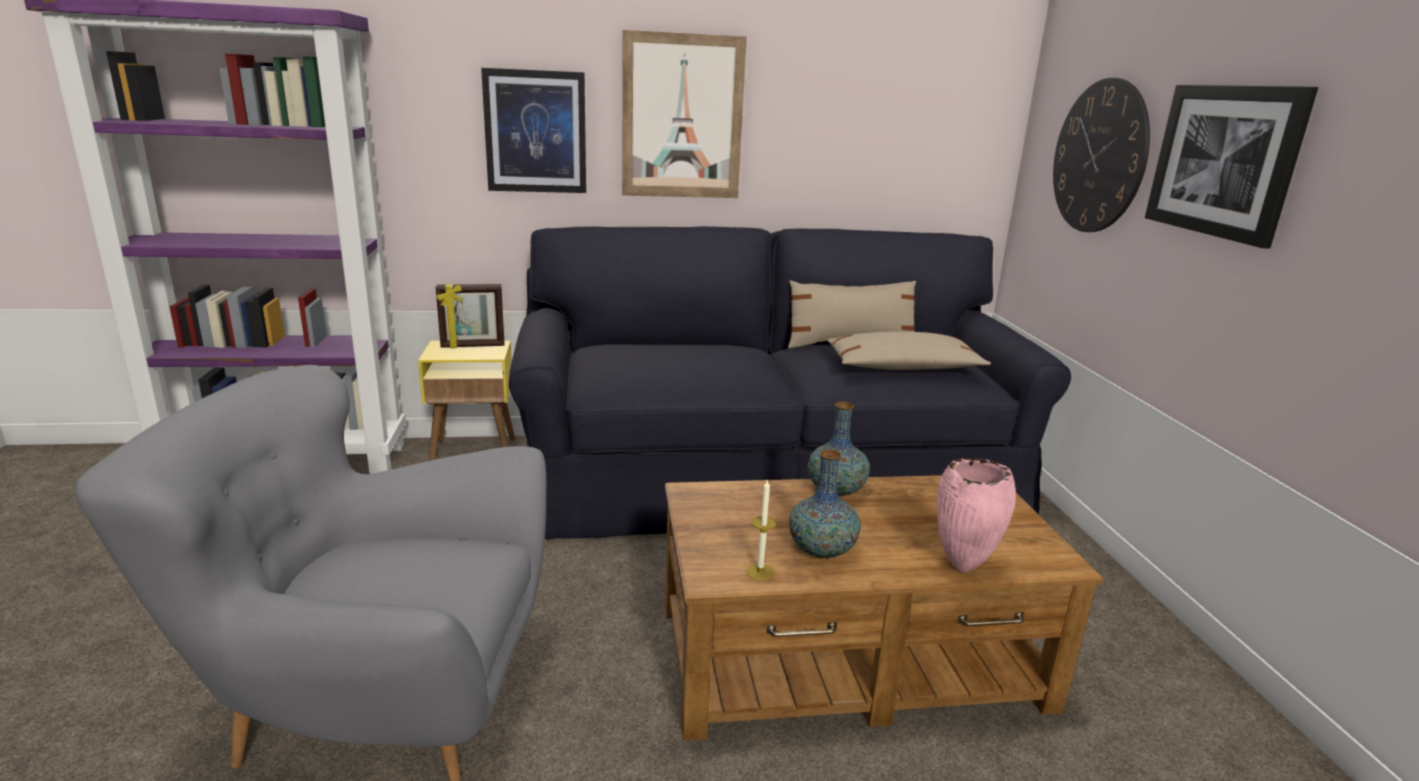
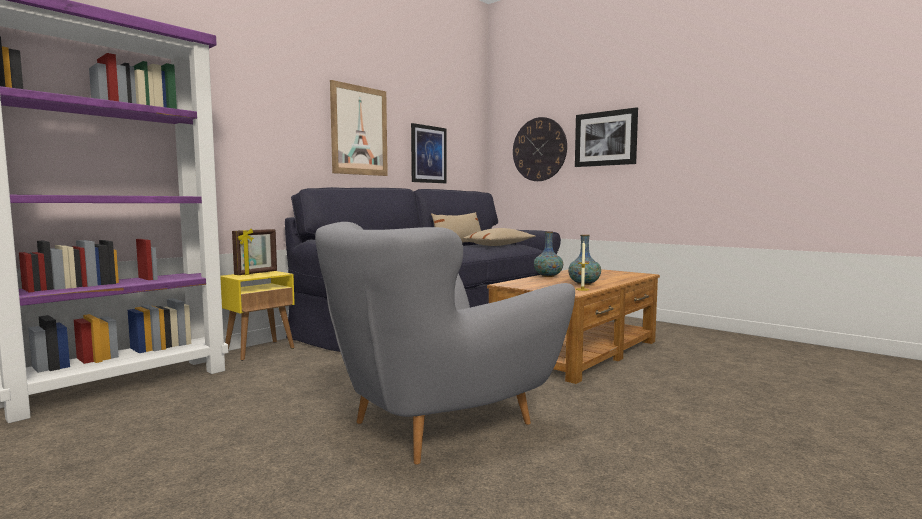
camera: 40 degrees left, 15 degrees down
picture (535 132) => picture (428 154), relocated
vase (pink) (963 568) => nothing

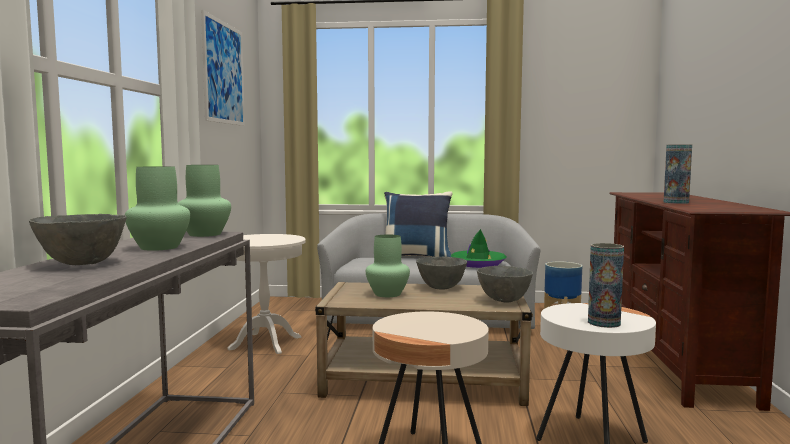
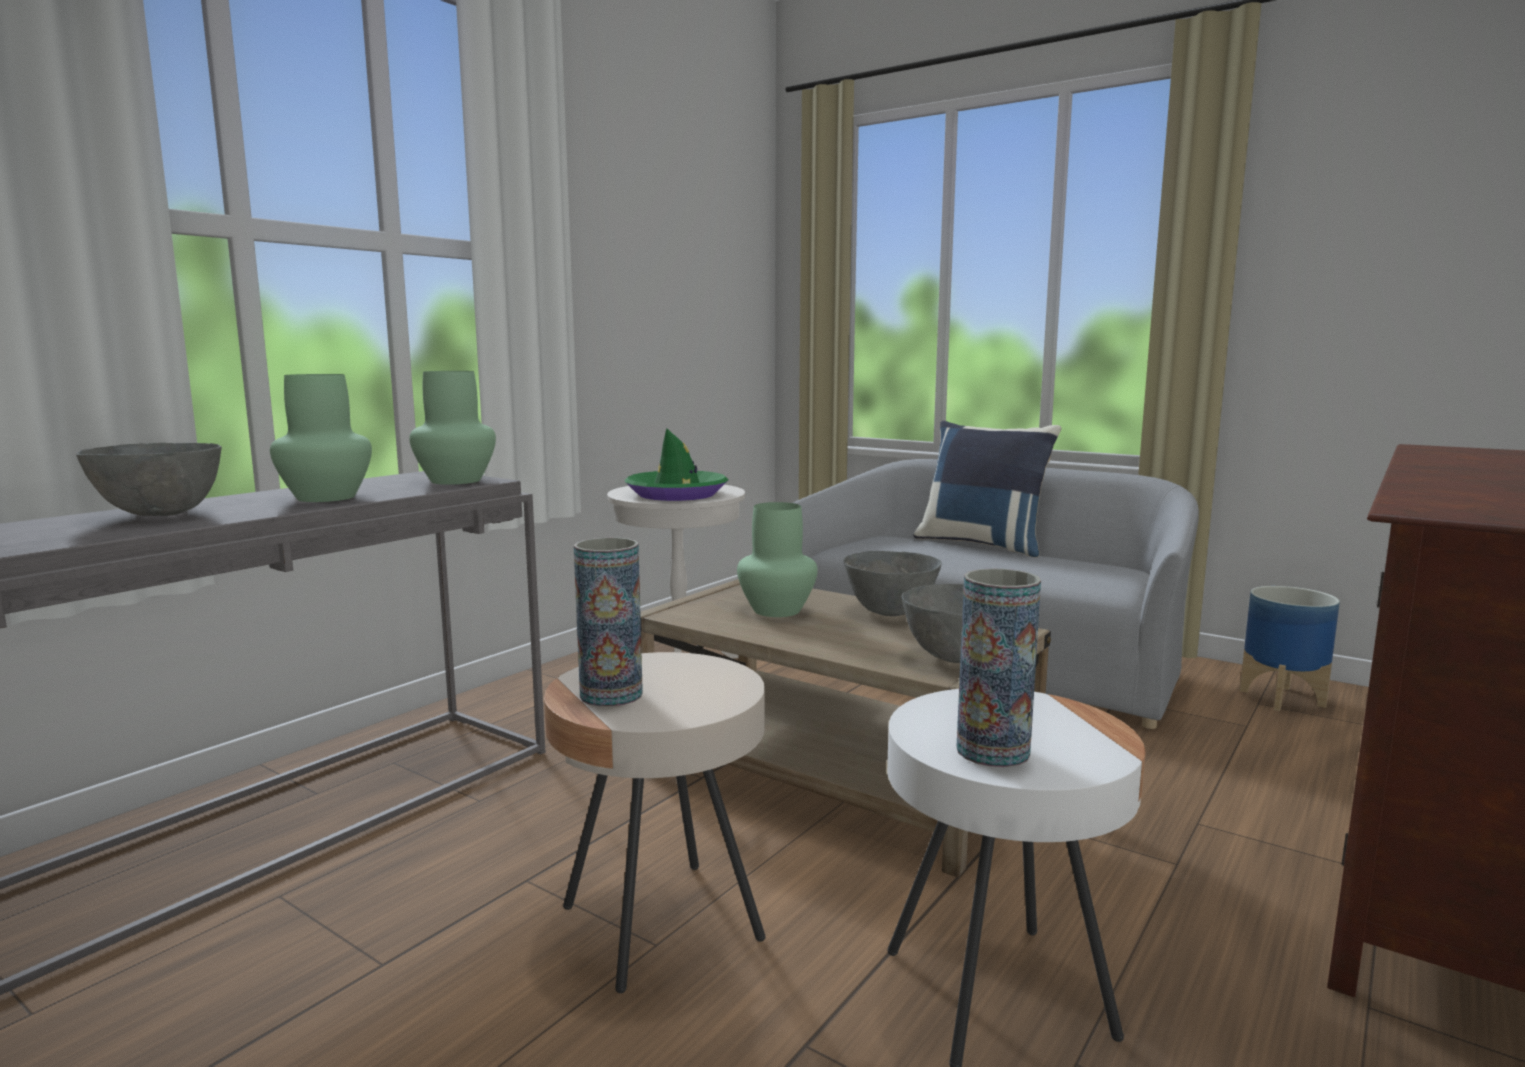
camera: 30 degrees right, 5 degrees up
vase (676 202) => vase (611 695), relocated
hat (green) (478 263) => hat (green) (676 494), relocated
picture (223 73) => nothing

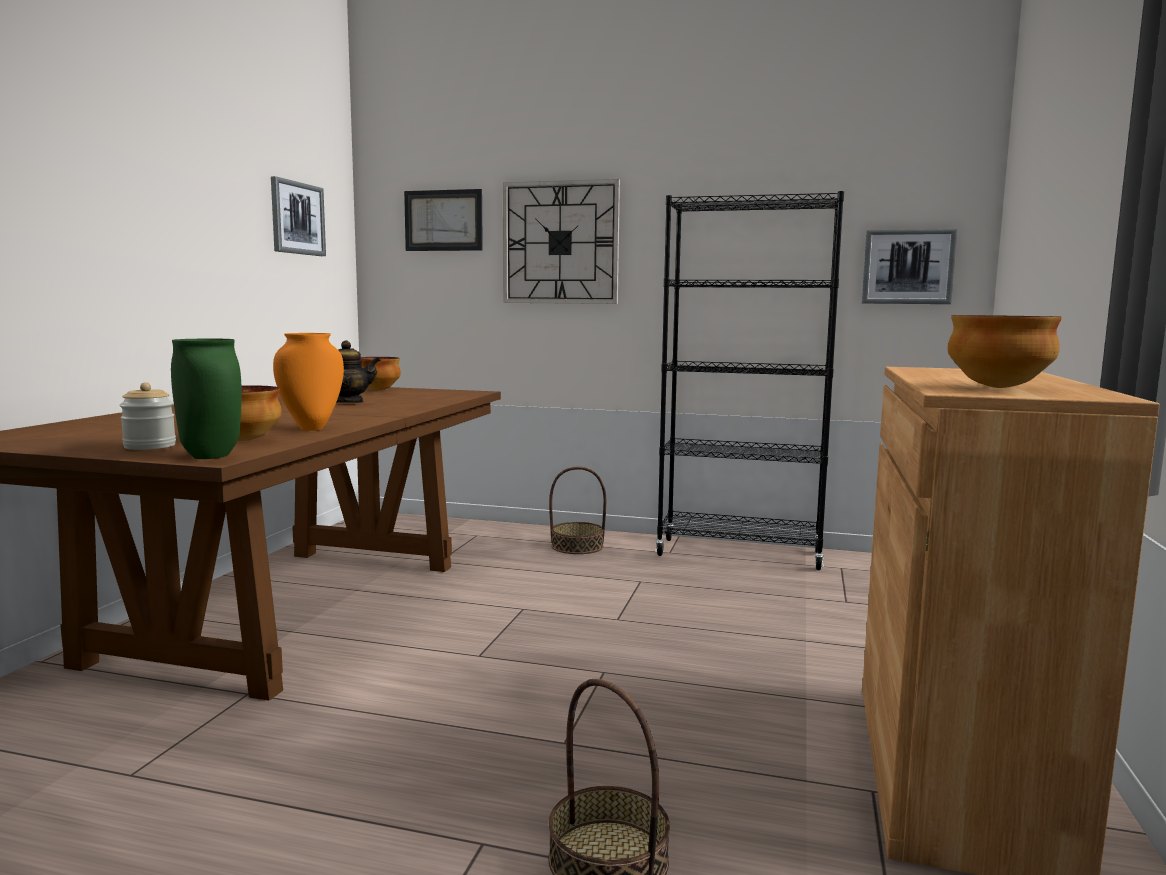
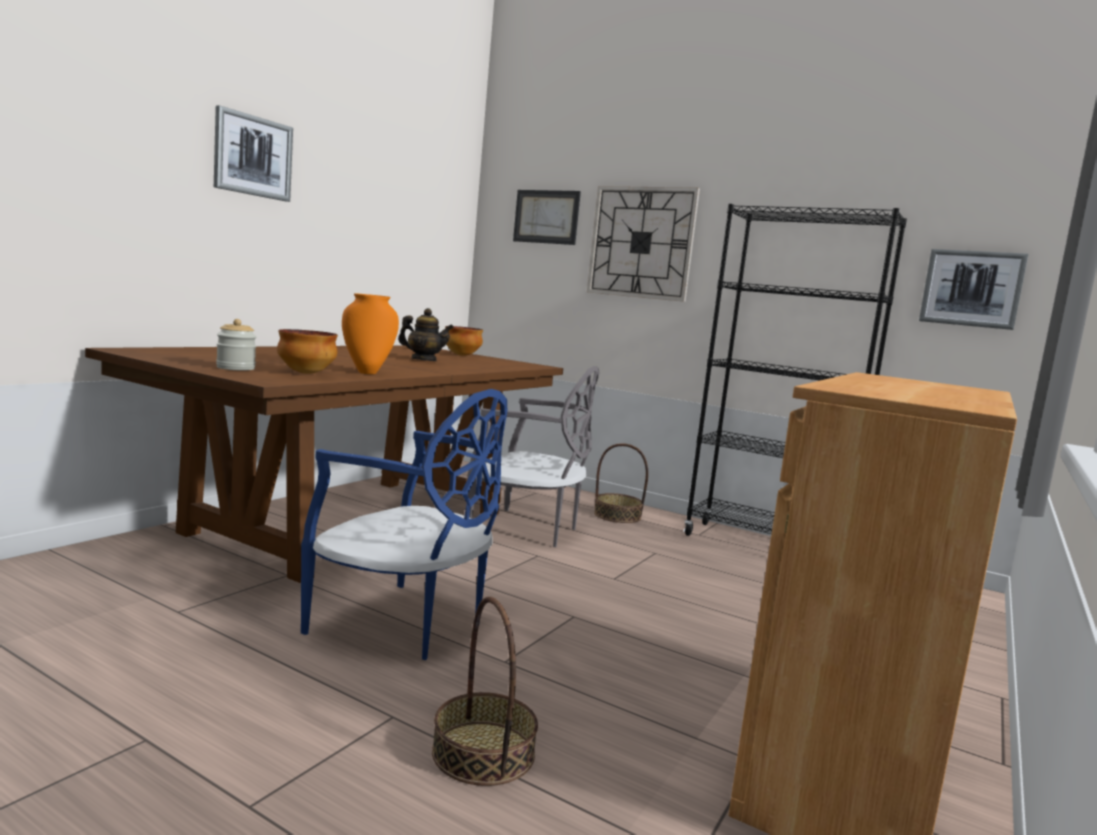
camera: 15 degrees right, 0 degrees up
picture (297 218) => picture (252 156), relocated
nothing => chair (blue) (404 624)
nothing => chair (grey) (527 530)
vase (green) (209 456) => nothing
bowl (996 387) => nothing

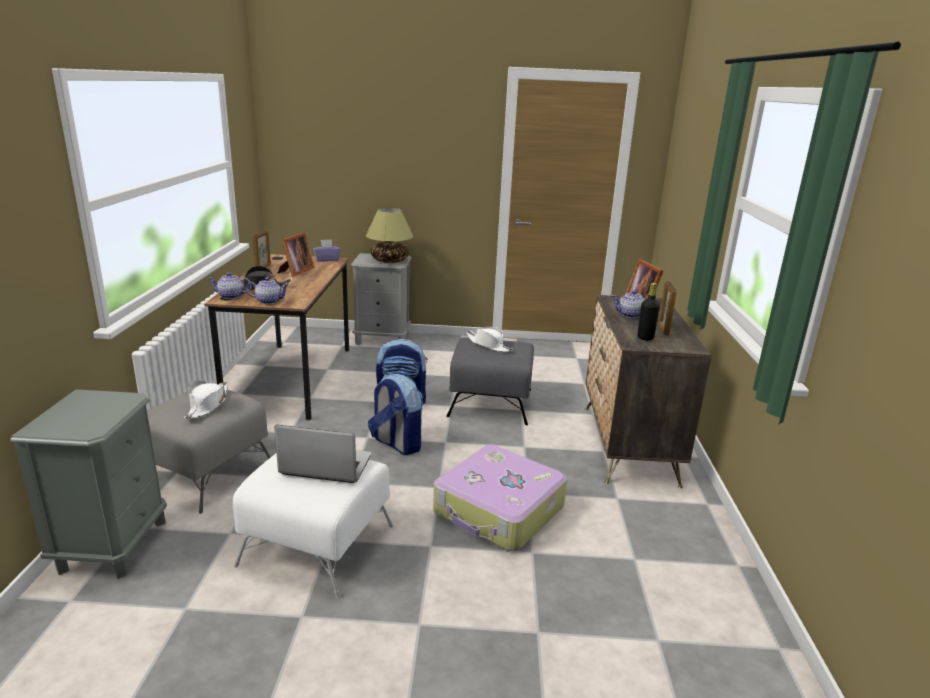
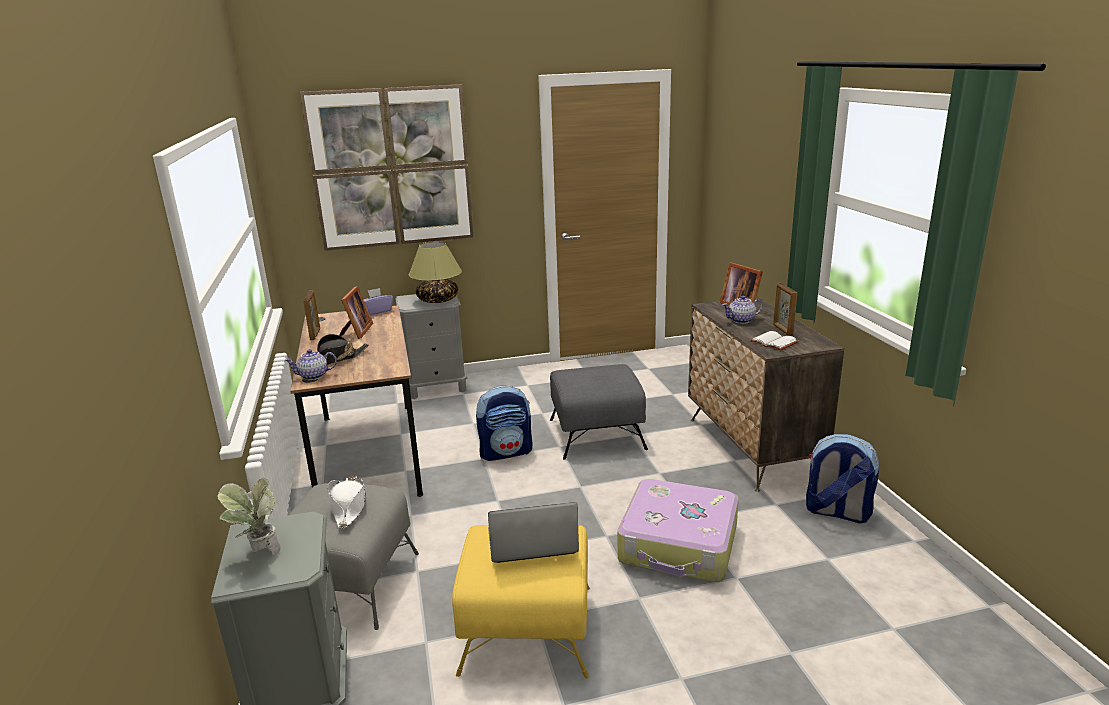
camera: 15 degrees left, 0 degrees up
nothing => potted plant (259 553)
nothing => picture (391 168)
ottoman (white) (317 544) => ottoman (yellow) (526 628)
bottle (black) (645 338) => book (white) (775 342)
backpack (396 444) => backpack (836 512), relocated
teapot (268 301) => nothing
hat (white) (489 345) => nothing

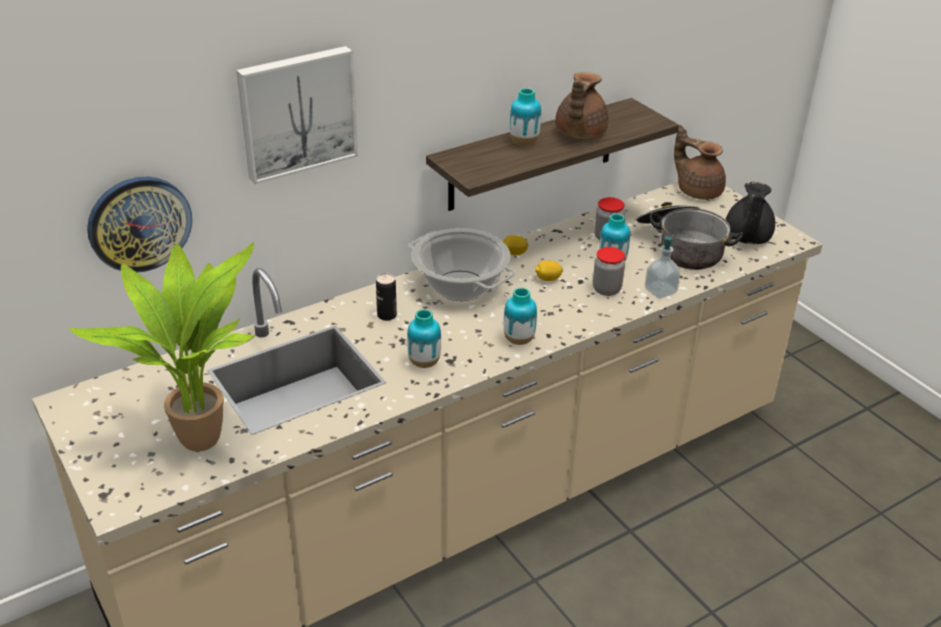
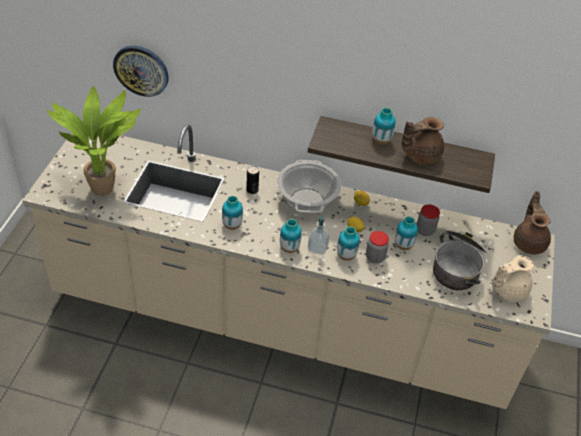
camera: 45 degrees right, 10 degrees up
soap dispenser (660 291) => soap dispenser (317 248), relocated
nothing => vase (346 256)
teapot (black) (746 238) => teapot (beige) (507 290)
picture (297 112) => nothing

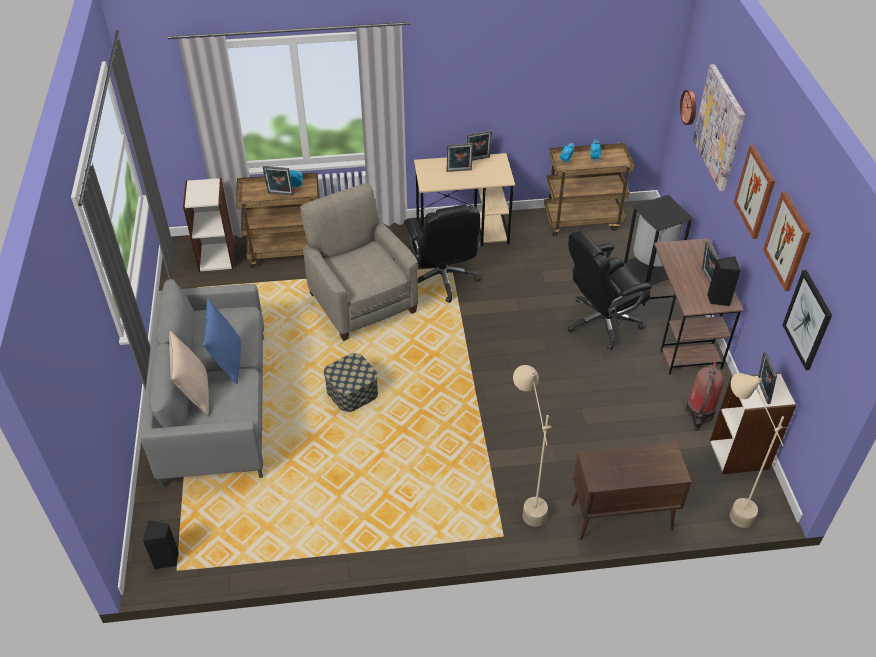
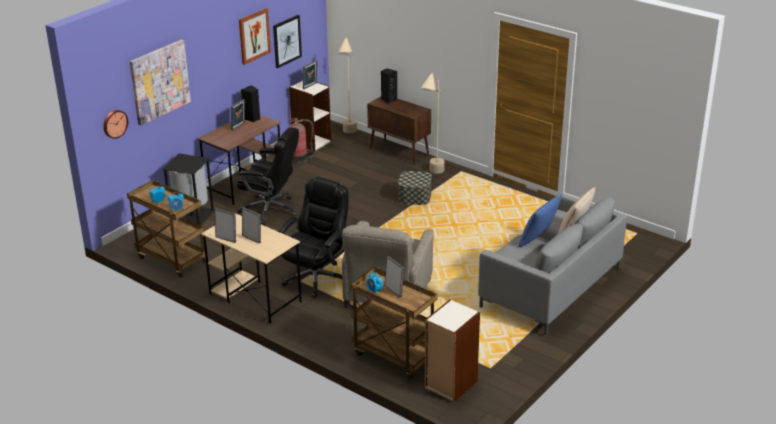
camera: 135 degrees left, 15 degrees down
speaker (black) (167 559) => speaker (black) (388 100), relocated
storage box (352 392) => storage box (415 197), relocated
picture (755 192) => nothing

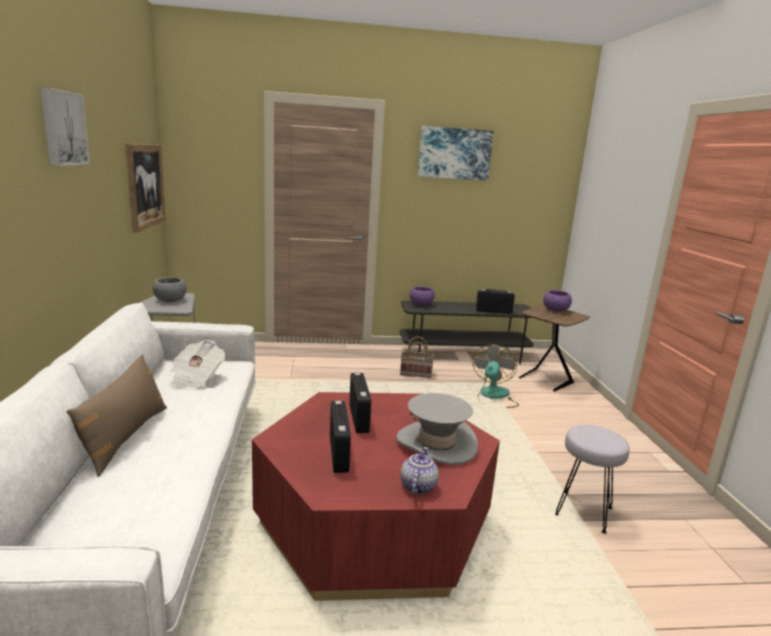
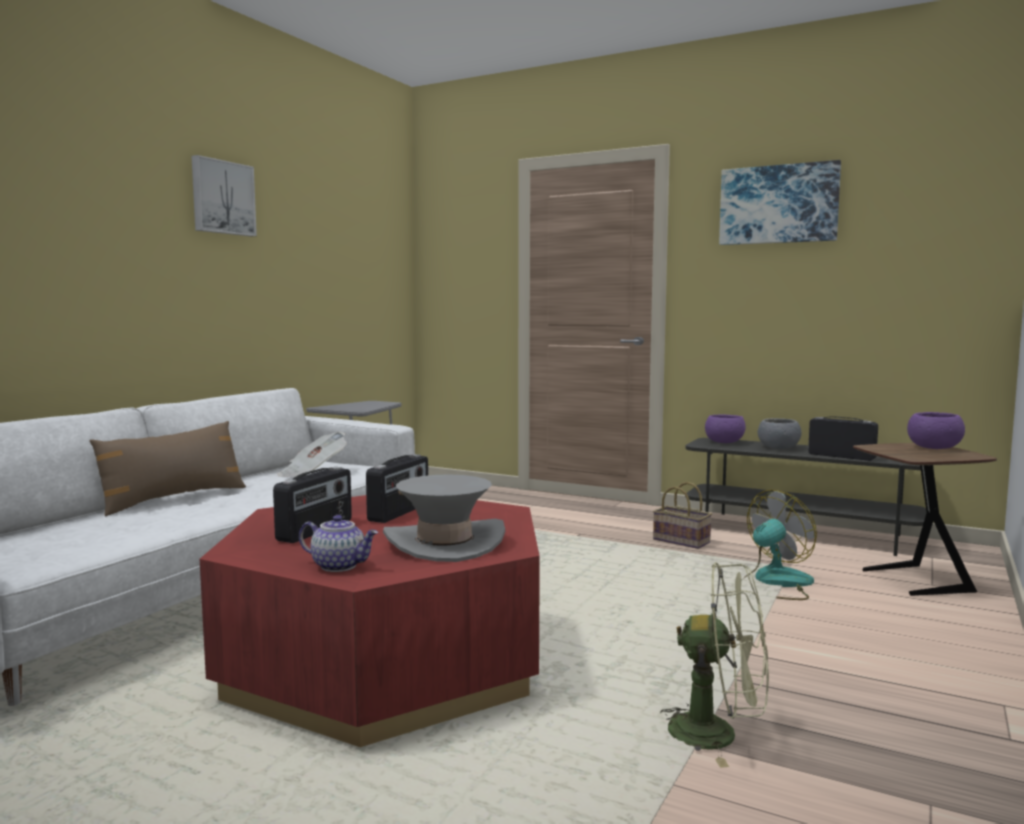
camera: 35 degrees right, 10 degrees down
teapot (417 486) => teapot (340 566), 60 degrees clockwise
stool (grey) (582 511) => fan (green) (718 734)
bowl (grey) (170 300) => bowl (grey) (778 448), relocated
picture (146 185) => nothing

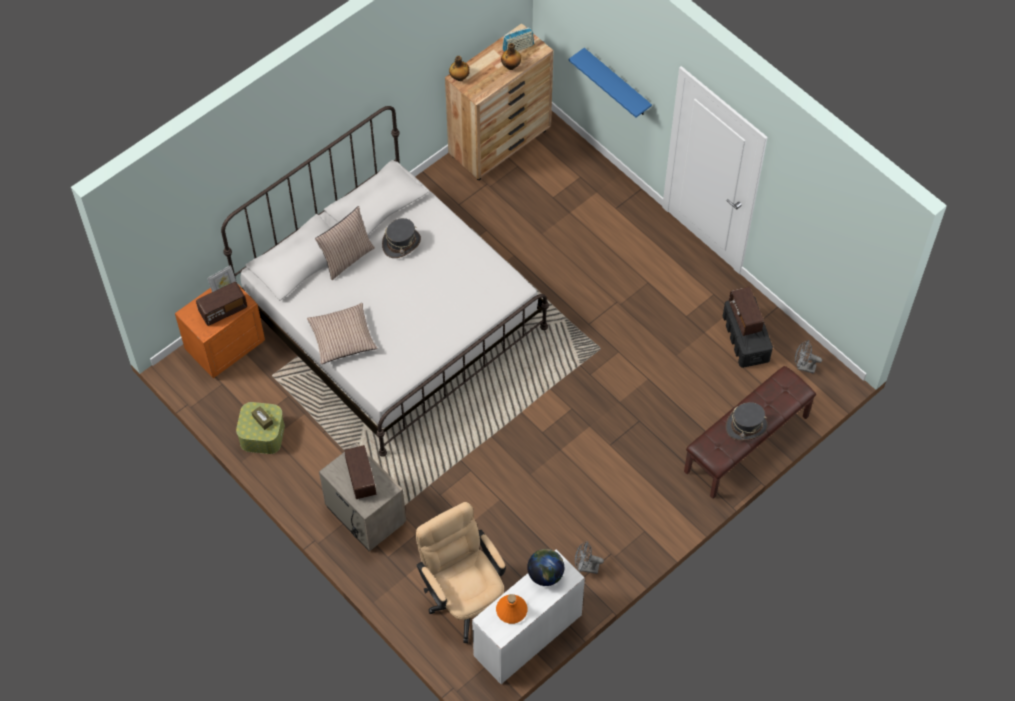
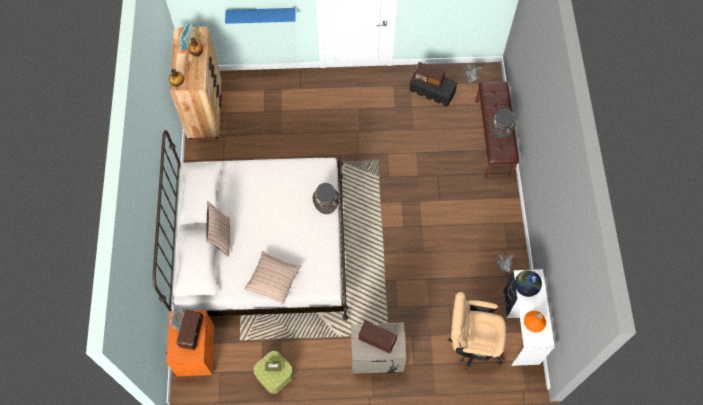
camera: 50 degrees left, 5 degrees up
hat (grey) (401 243) => hat (grey) (326 200), relocated

